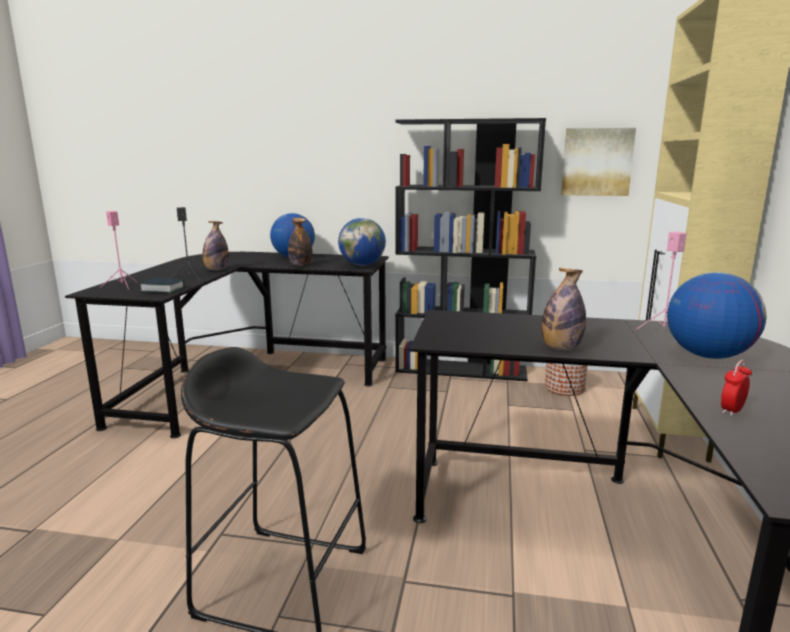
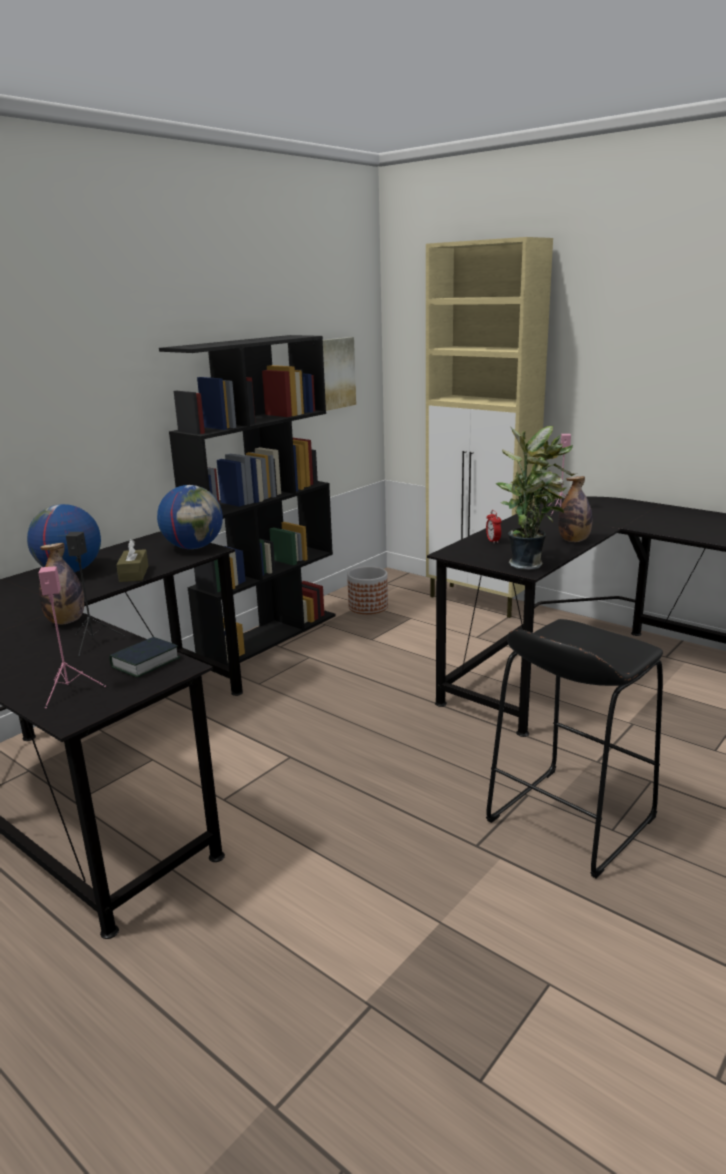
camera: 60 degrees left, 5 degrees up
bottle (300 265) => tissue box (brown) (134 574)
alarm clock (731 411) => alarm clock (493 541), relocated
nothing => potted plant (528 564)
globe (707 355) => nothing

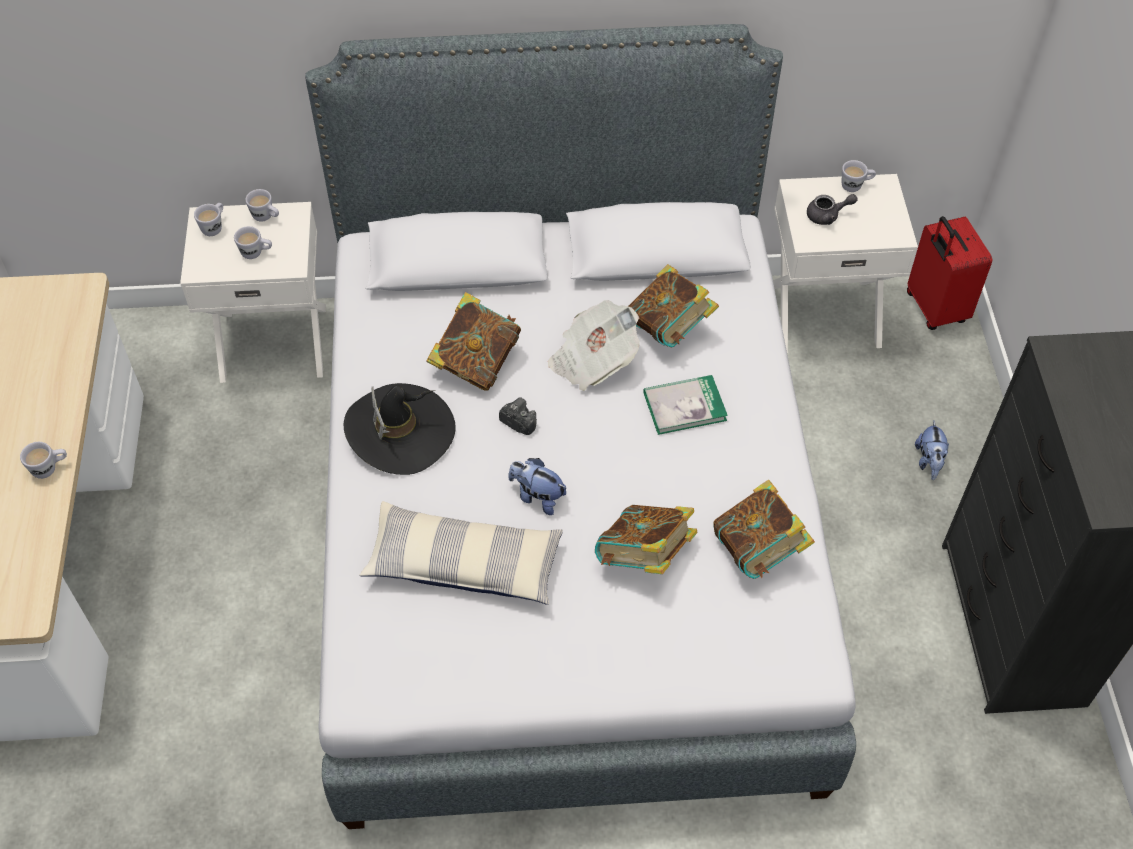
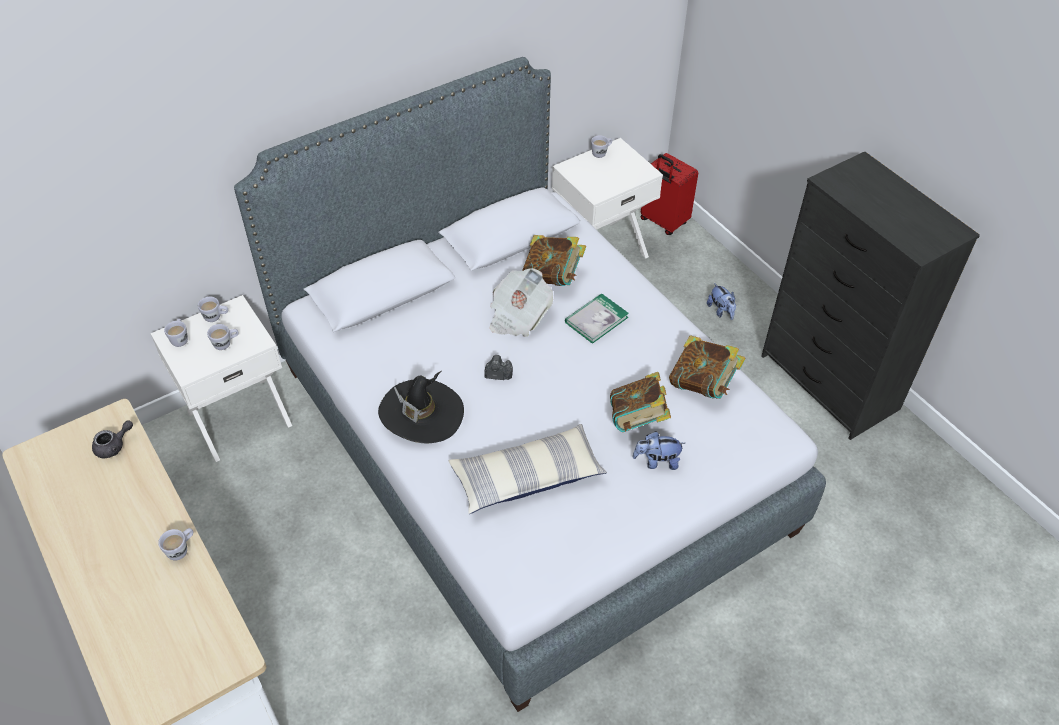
camera: 30 degrees left, 5 degrees down
teapot (grey) (827 216) => teapot (grey) (114 446), relocated
plush toy (537 497) => plush toy (657 461), relocated
book (475 362) => nothing

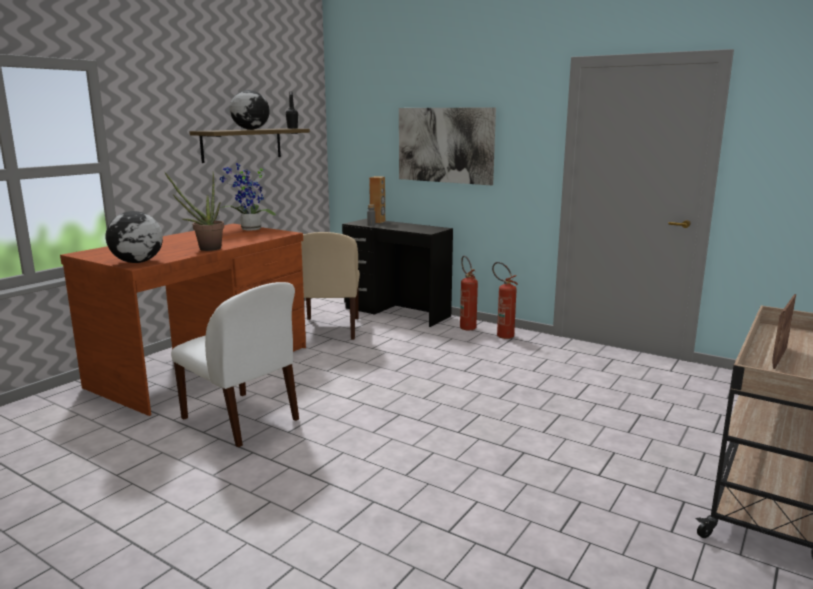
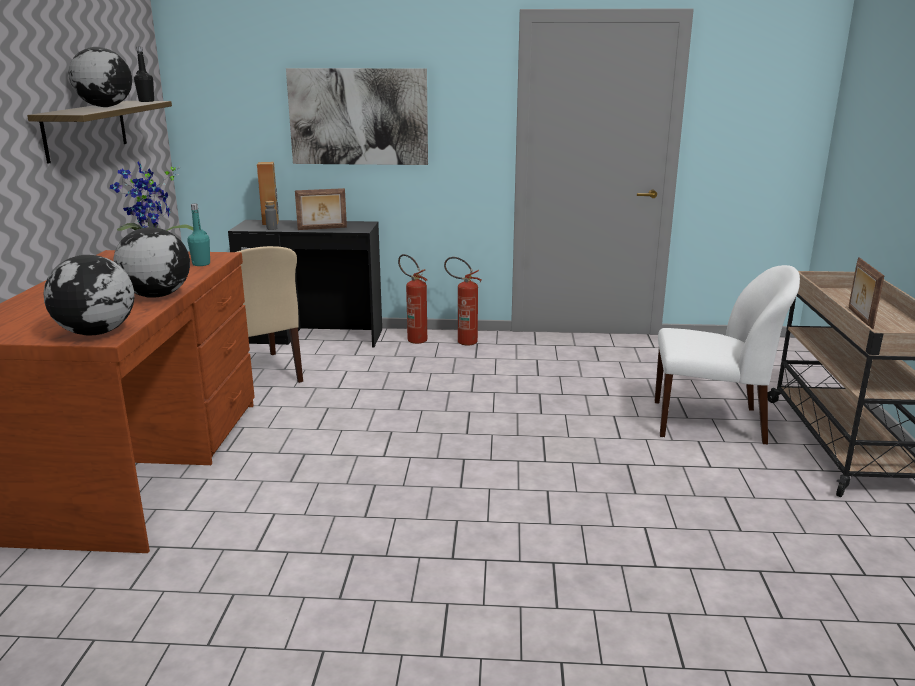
camera: 30 degrees left, 5 degrees up
potted plant (205 249) => globe (156 296)
nothing => bottle (turquoise) (201 264)
nothing => picture frame (322 228)
chair (white) (242 420) => chair (white) (711 422), relocated

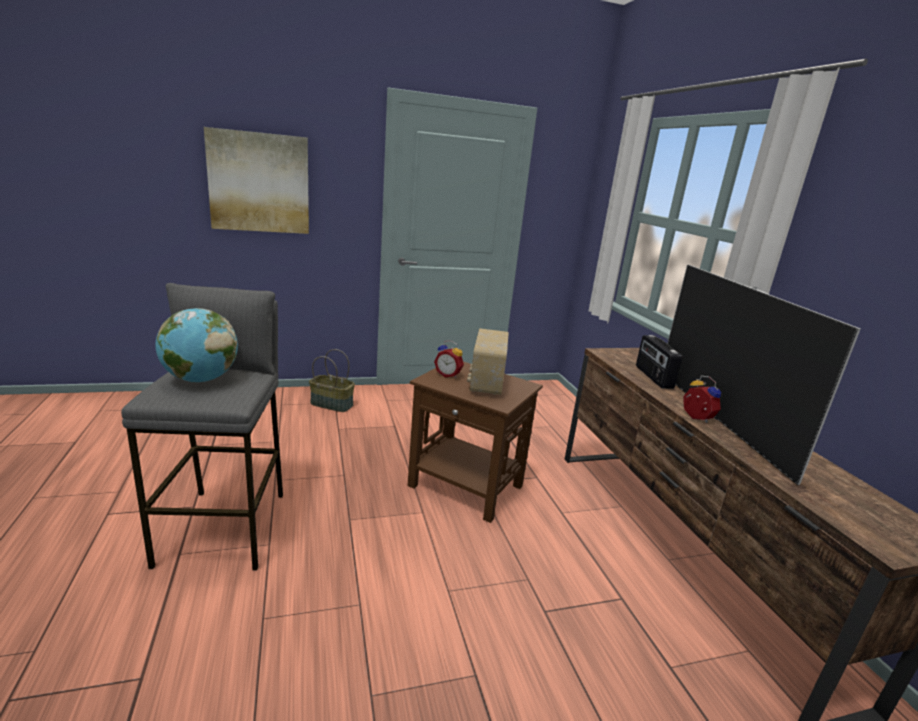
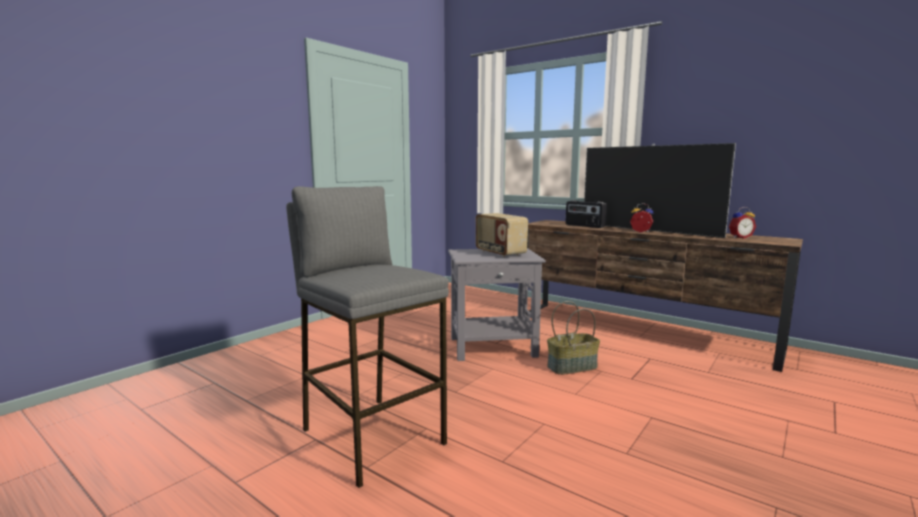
camera: 35 degrees left, 10 degrees down
side table (brown) (467 486) => side table (grey) (493 347)
basket (332 404) => basket (572 366), relocated
alarm clock (448 375) => alarm clock (739 237), relocated
globe (200 379) => nothing
picture (259 183) => nothing

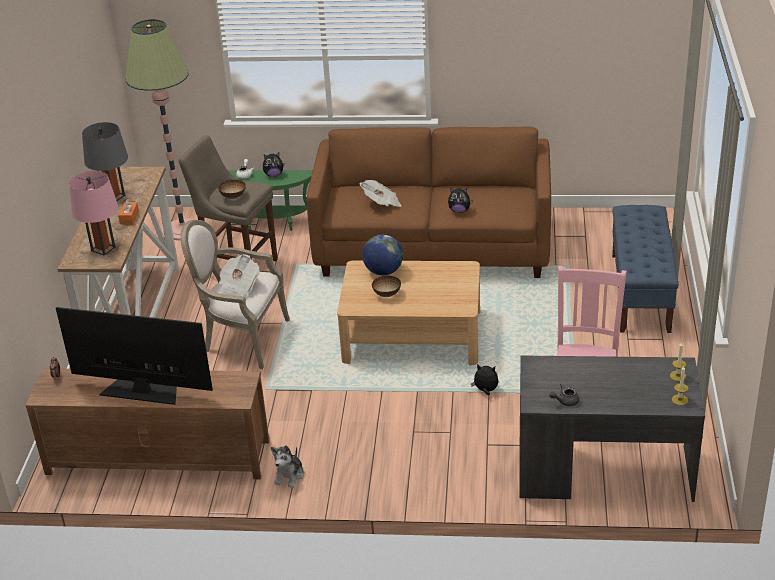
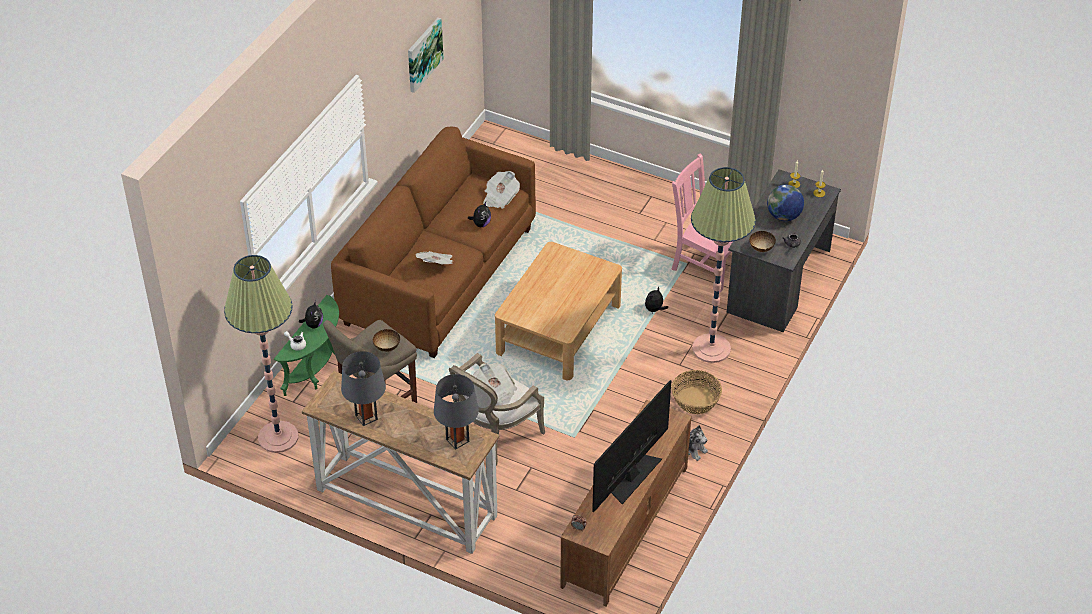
camera: 70 degrees left, 10 degrees up
nothing => picture (423 54)
table lamp (pink) (103 249) => table lamp (grey) (457 440)
nothing => newspaper (500 198)
nothing => basket (695 400)
nothing => floor lamp (711 348)
bowl (387 294) => bowl (761 248), relocated
globe (383 271) => globe (784 216), relocated
tissue box (orange) (129 218) => nothing
bench (blue) (640 292) => nothing

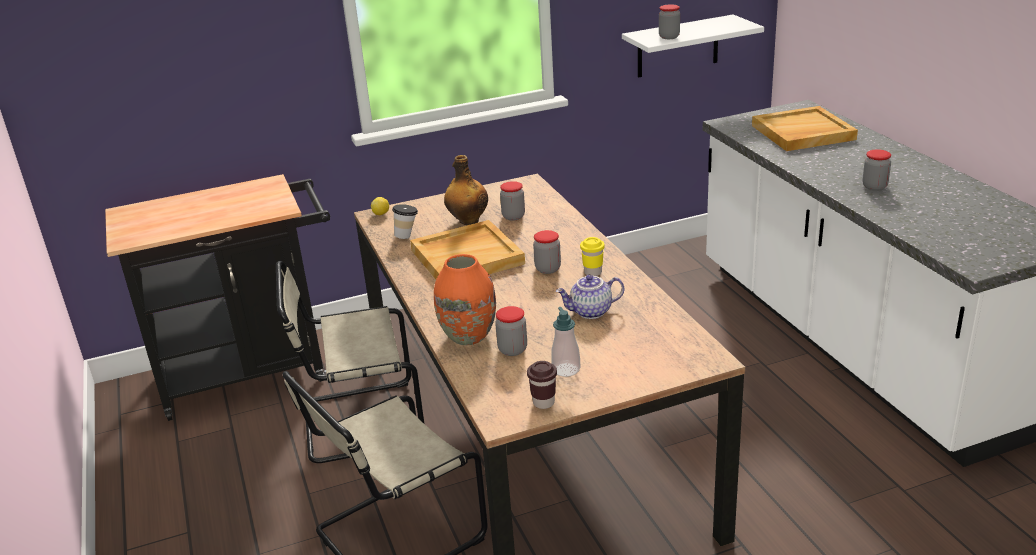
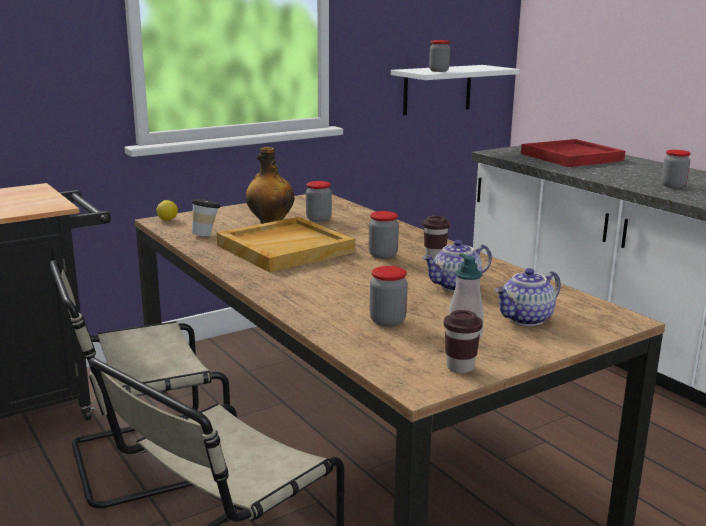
camera: 15 degrees left, 10 degrees down
cup (yellow) (593 272) => cup (brown) (434 256)
nothing => teapot (526 319)
tray (beige) (802 133) => tray (red) (571 157)
vase (orange) (468 336) => nothing

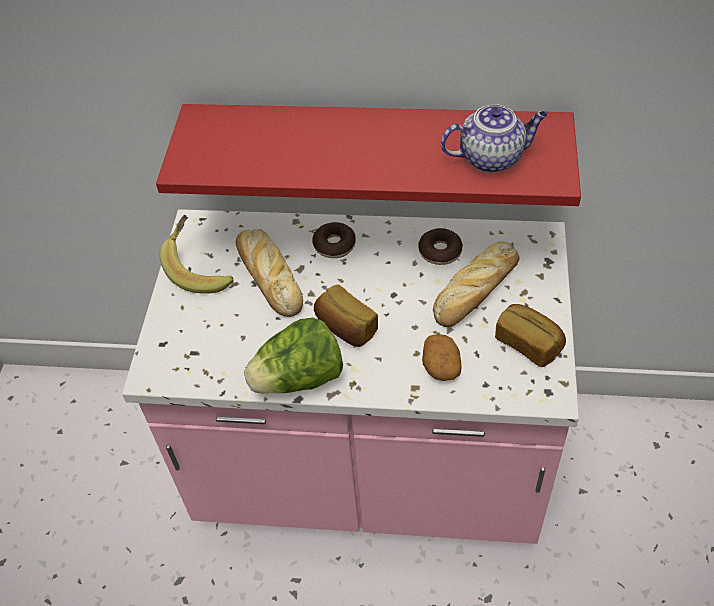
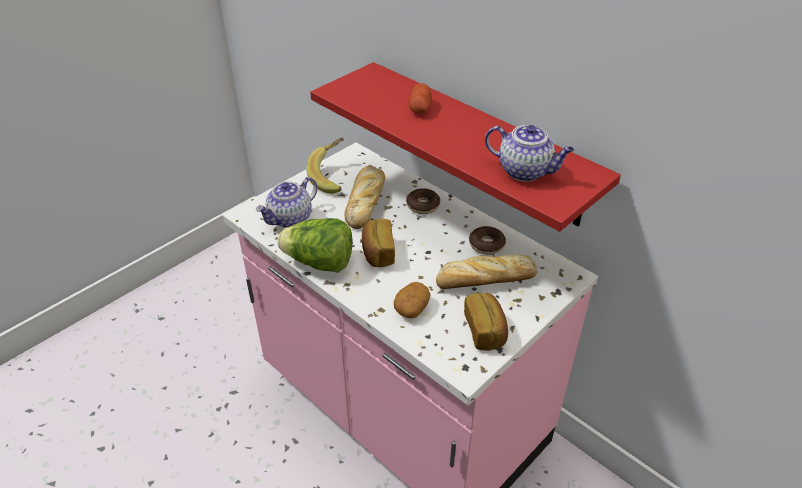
camera: 35 degrees right, 10 degrees down
nothing => teapot (290 219)
nothing => potato (420 108)

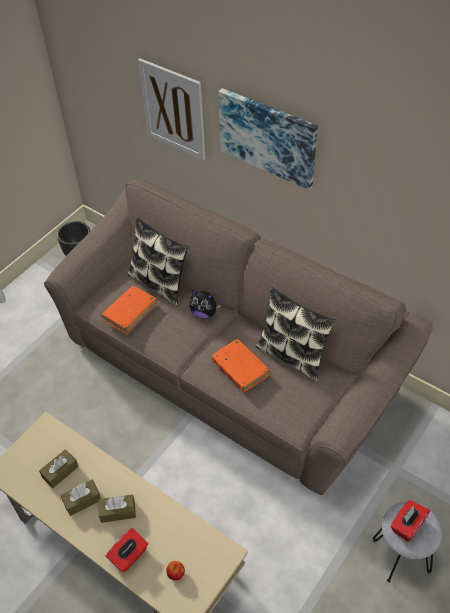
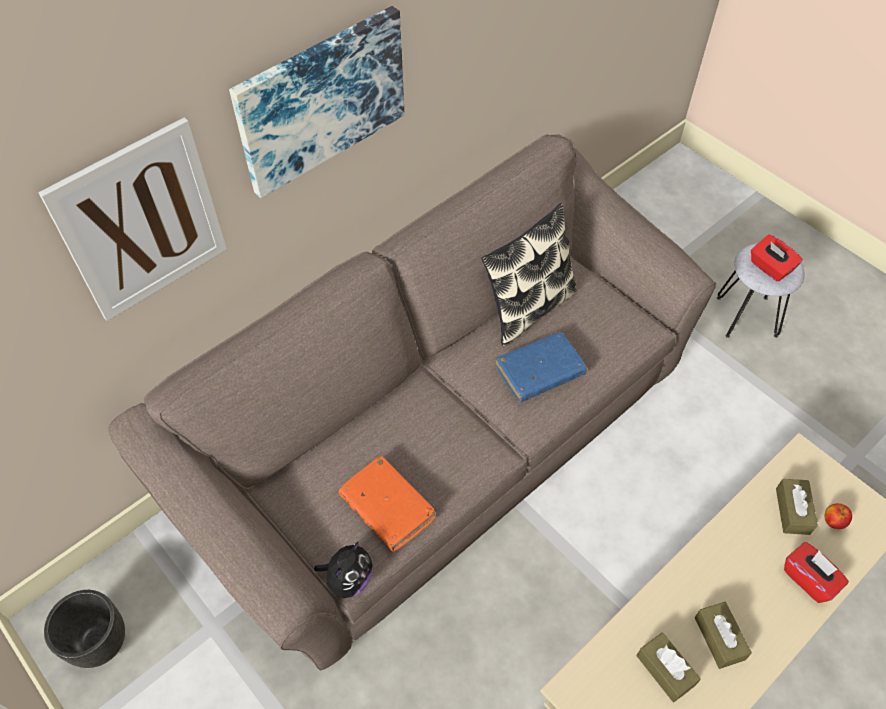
camera: 80 degrees left, 5 degrees up
plush toy (204 313) => plush toy (348 579), relocated
book (orange) (240 369) => book (blue) (539 372)
tissue box (brown) (118 511) => tissue box (brown) (792 511), relocated
pillow (159 283) => nothing

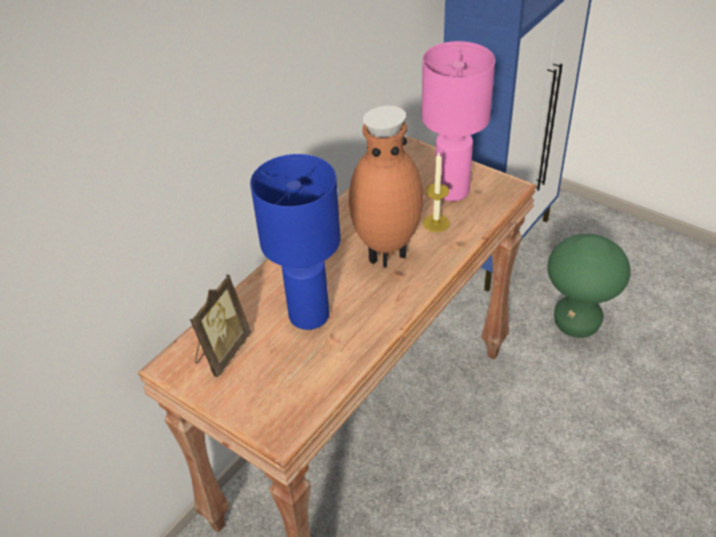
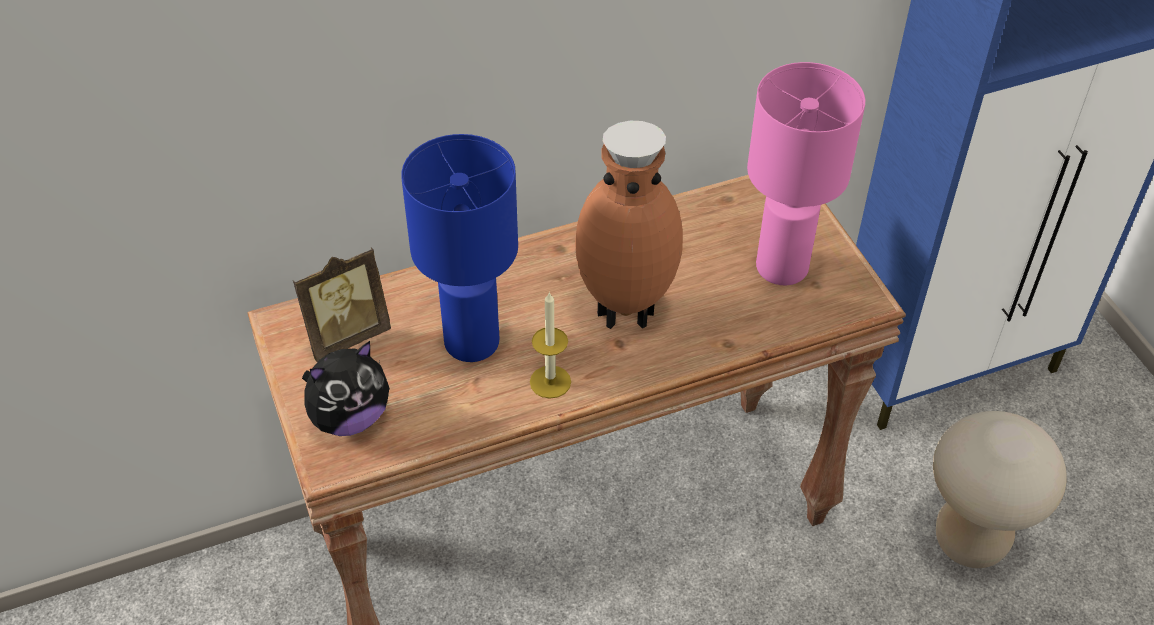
camera: 30 degrees right, 5 degrees up
nothing => plush toy (349 417)
candle (436 223) => candle (550 382), relocated
stool (green) (576 323) => stool (beige) (970 540)

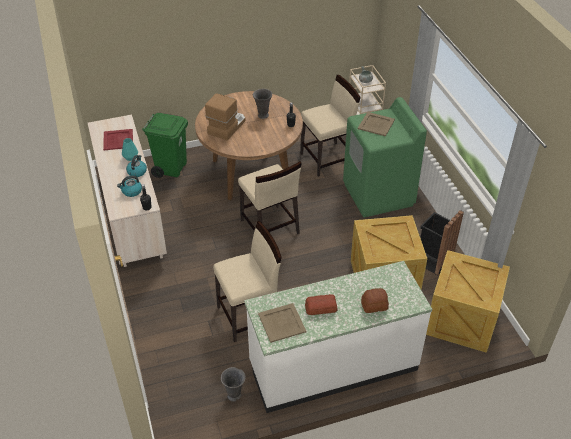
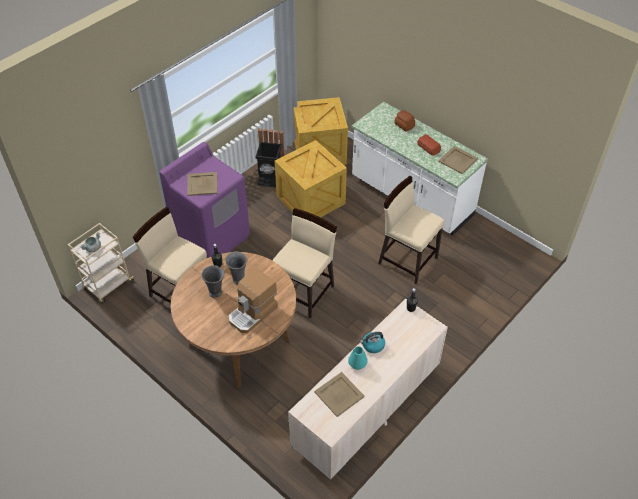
camera: 120 degrees left, 5 degrees up
washing machine (green) (378 194) => washing machine (purple) (212 237)
vase (grey) (234 395) => vase (grey) (238 279), relocated
coffee machine (226 126) => coffee machine (253 313), 45 degrees counterclockwise
tray (red) (118 140) => tray (beige) (339 394)
kettle (131 191) => nothing
trash can (green) (171 168) => nothing

